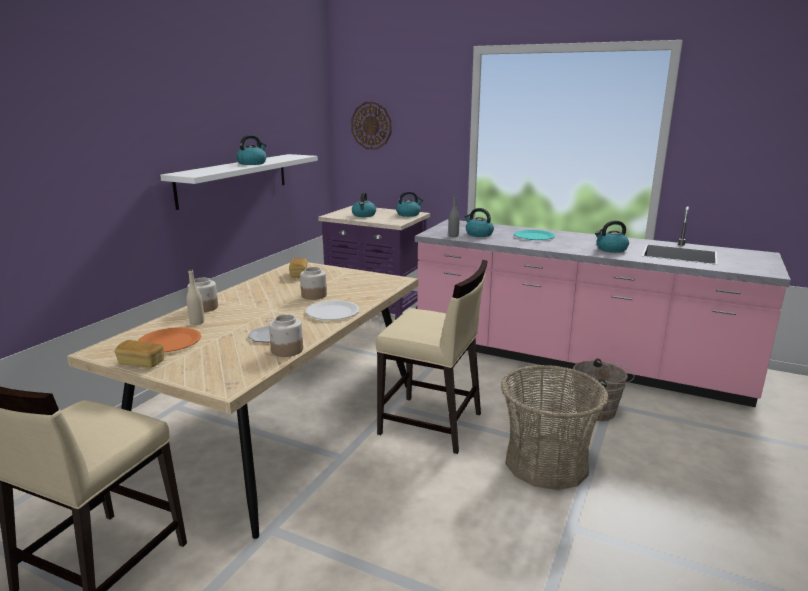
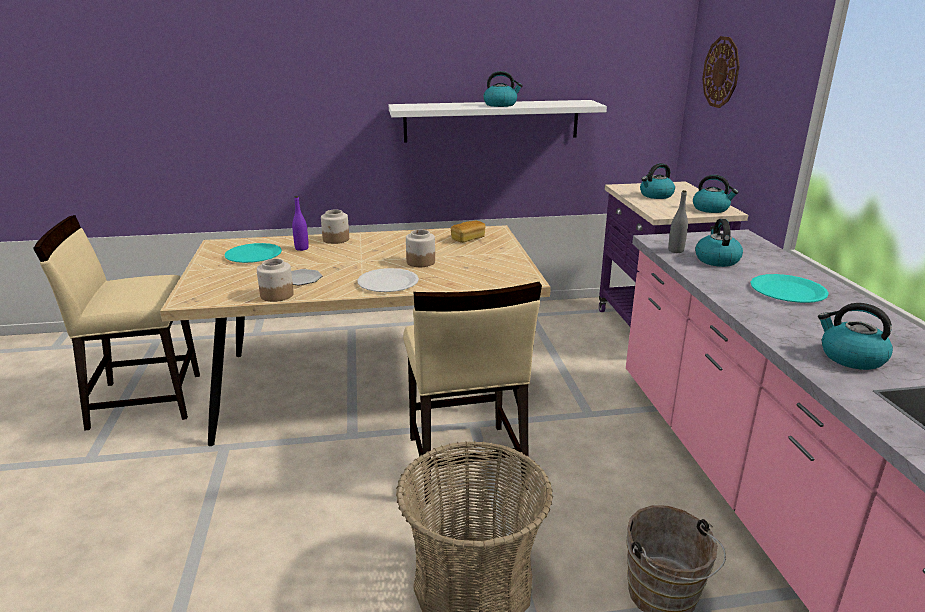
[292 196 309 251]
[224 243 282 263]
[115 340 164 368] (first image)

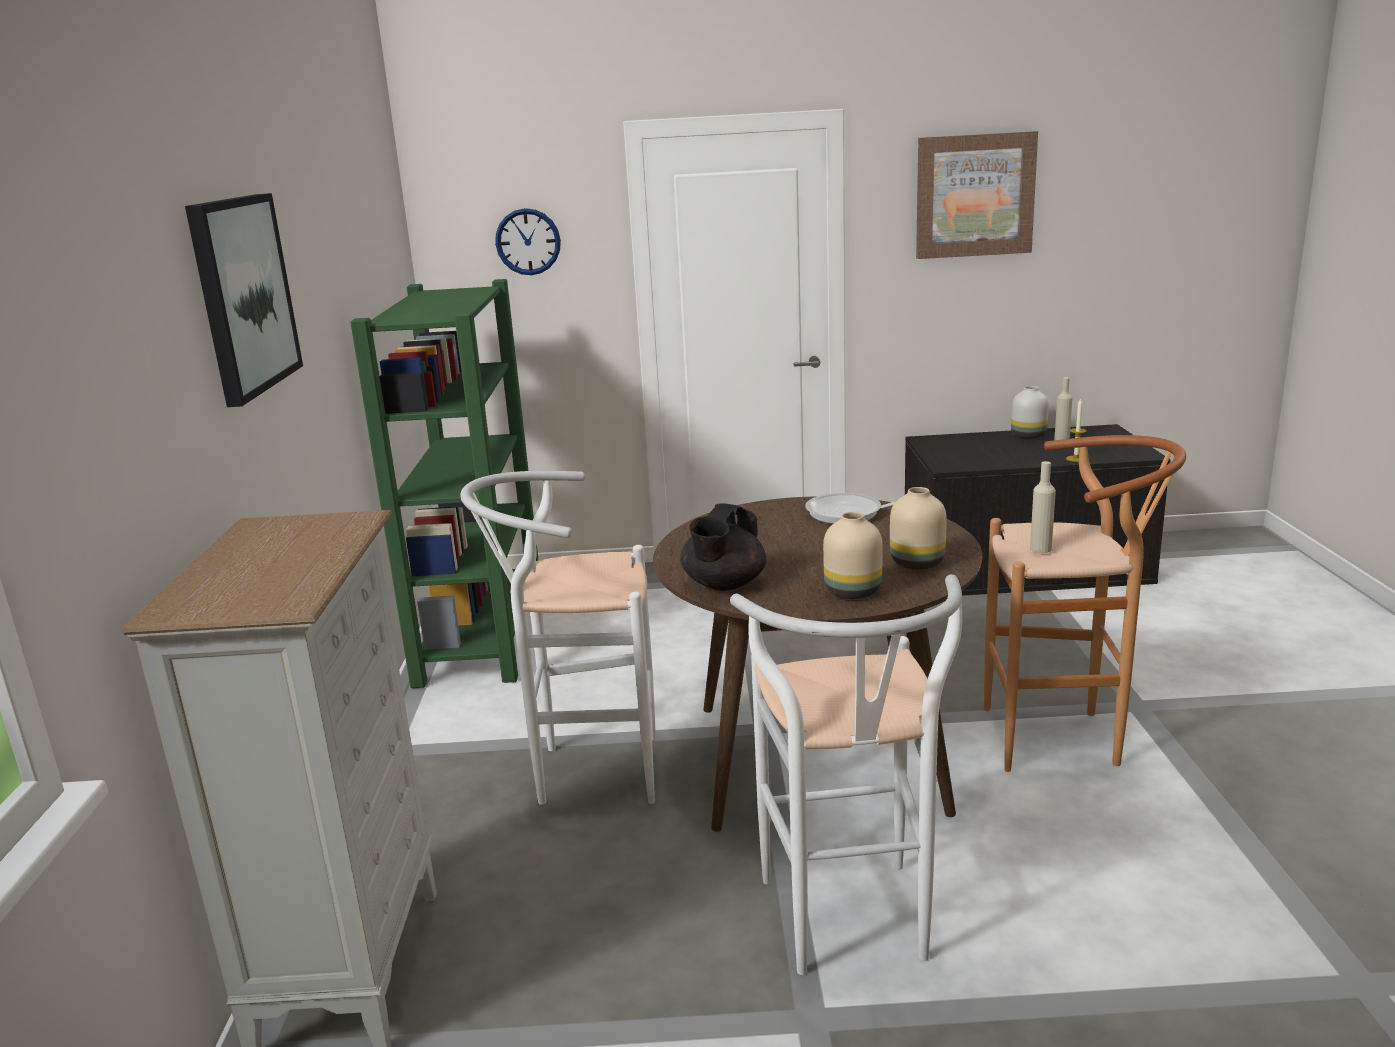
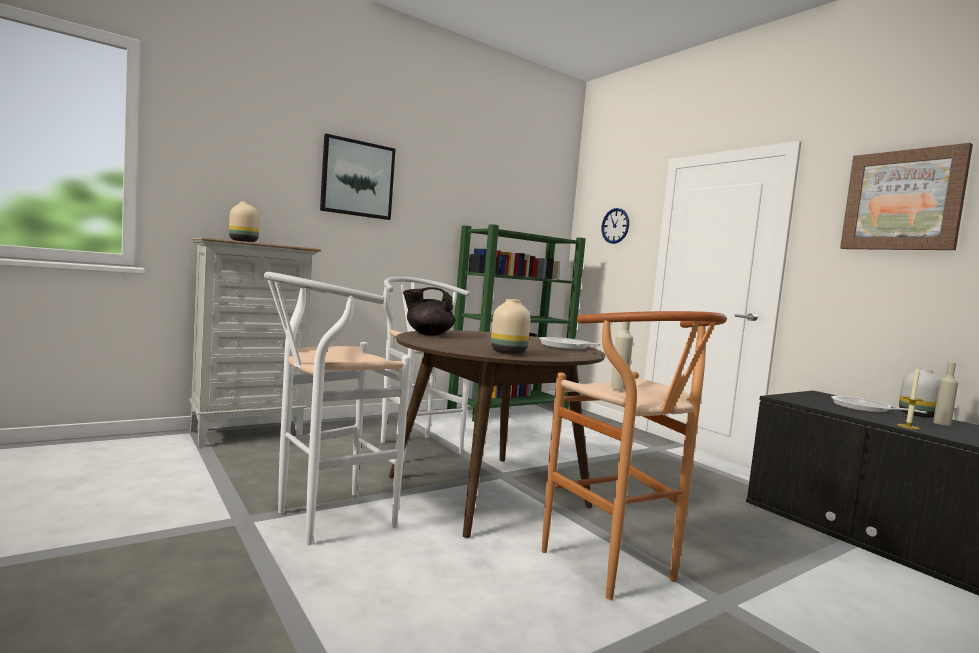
[229 201 260 242]
[831 396 927 413]

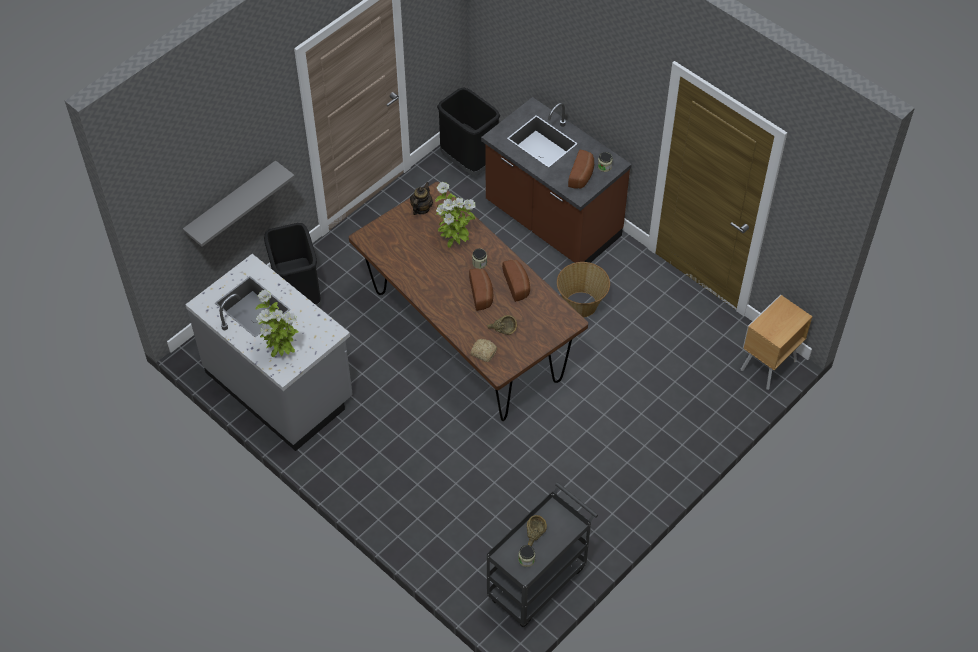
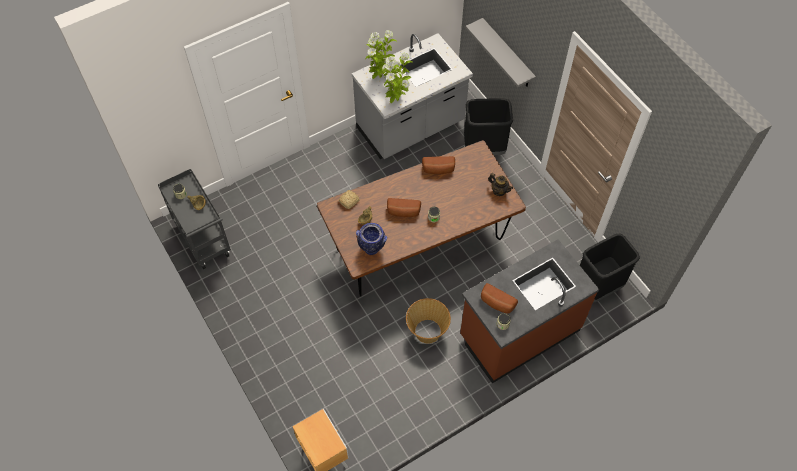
[382 53 412 103]
[422 156 455 174]
[356 223 387 255]

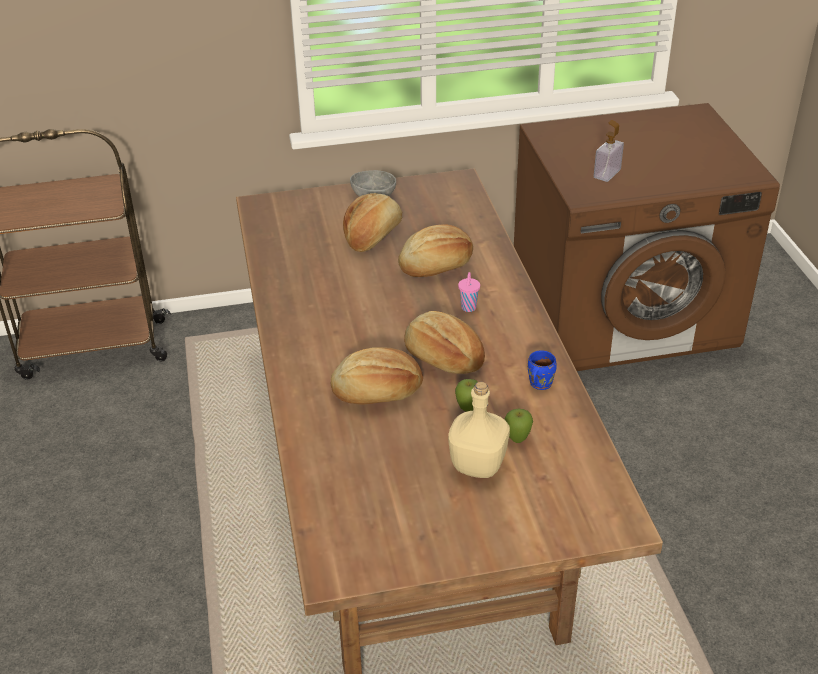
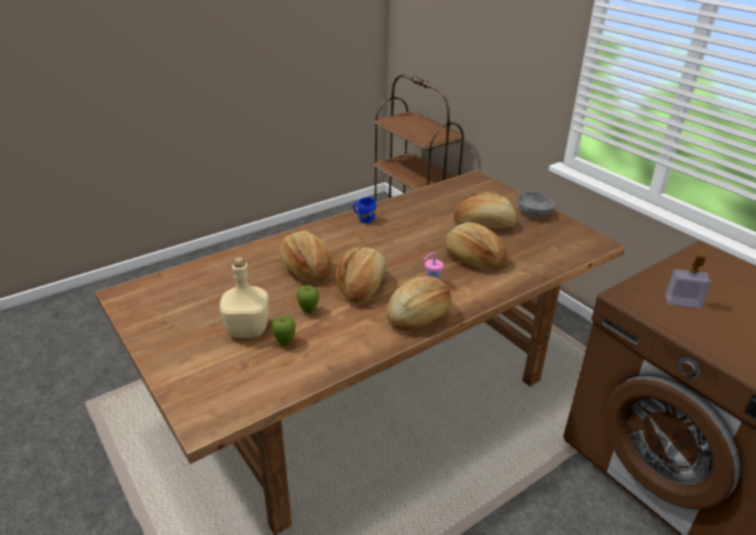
[353 197 376 224]
[386 276 451 331]

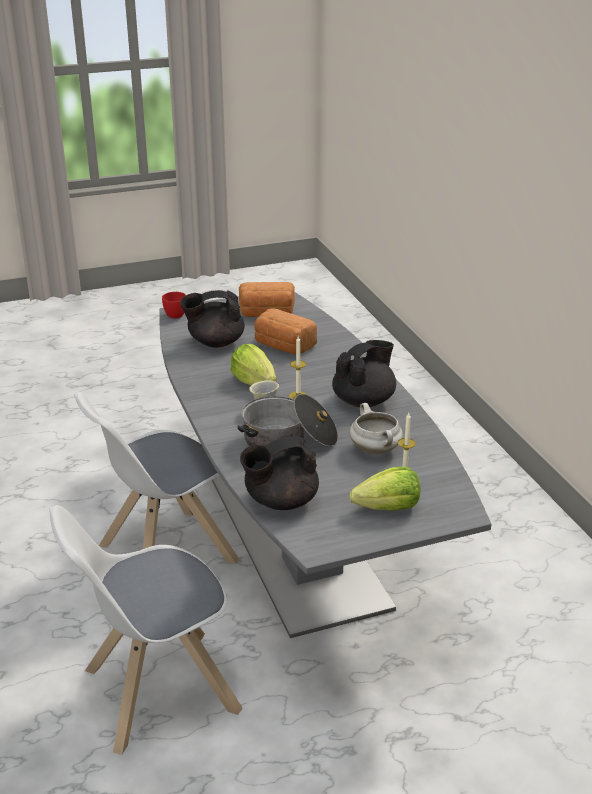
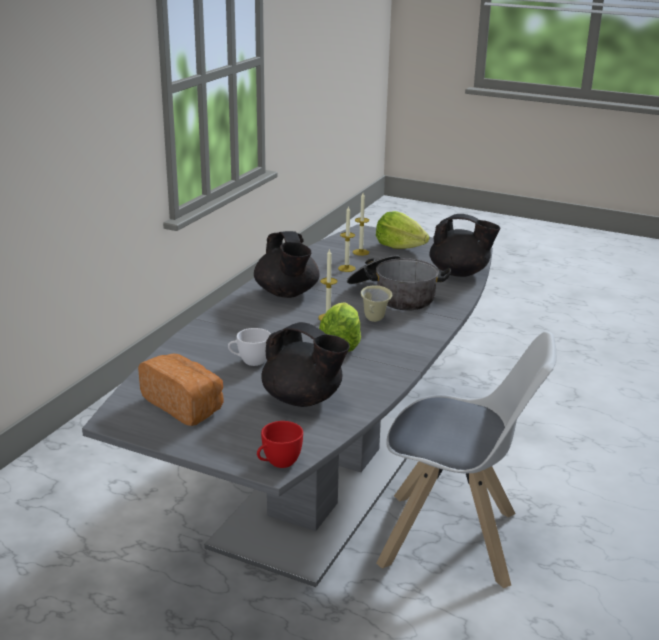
[228 328 271 366]
[254 231 320 298]
[338 206 356 272]
[49 505 243 755] (first image)

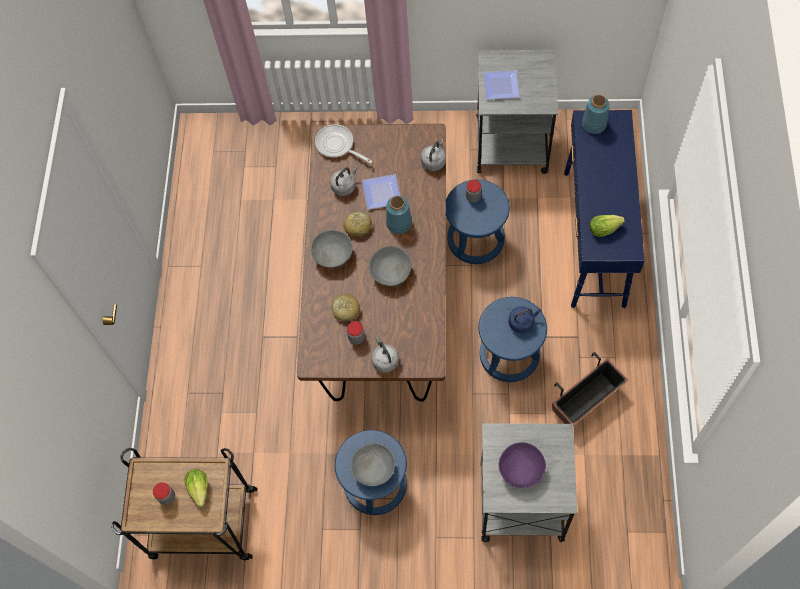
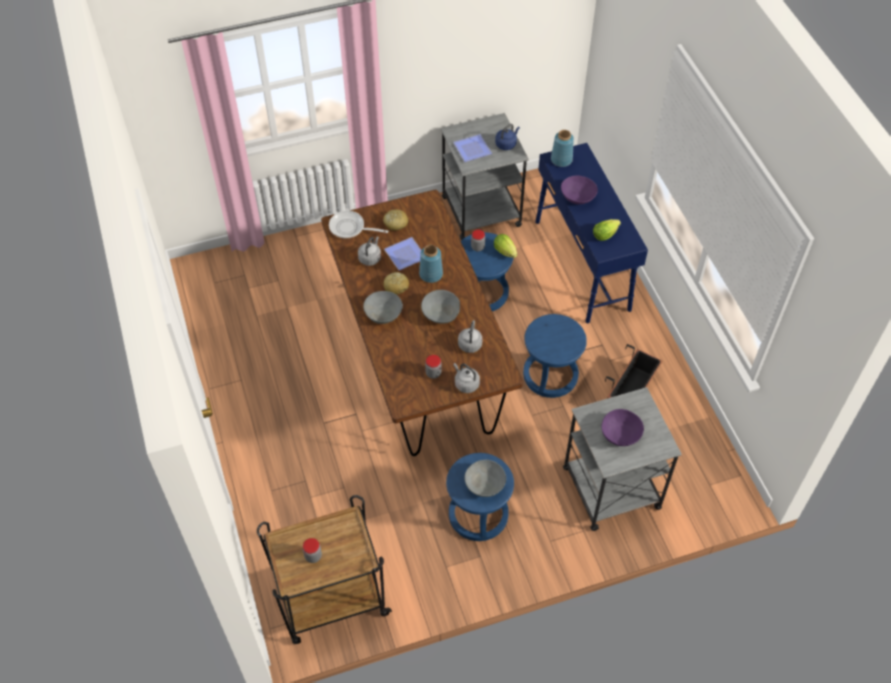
[458 320 482 353]
[383 209 408 231]
[495 124 520 150]
[494 234 517 258]
[561 175 598 204]

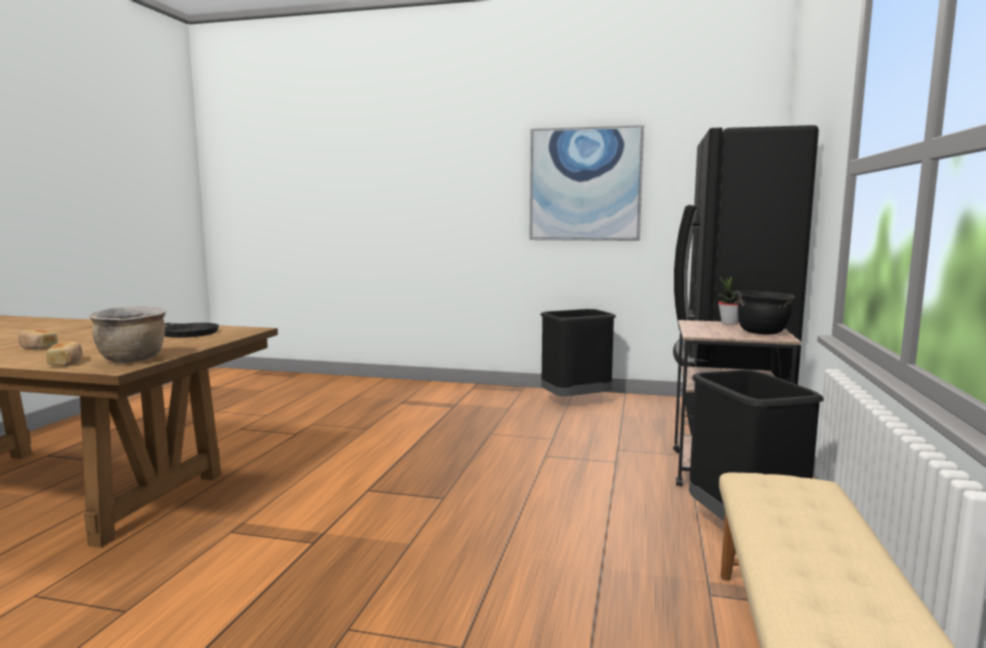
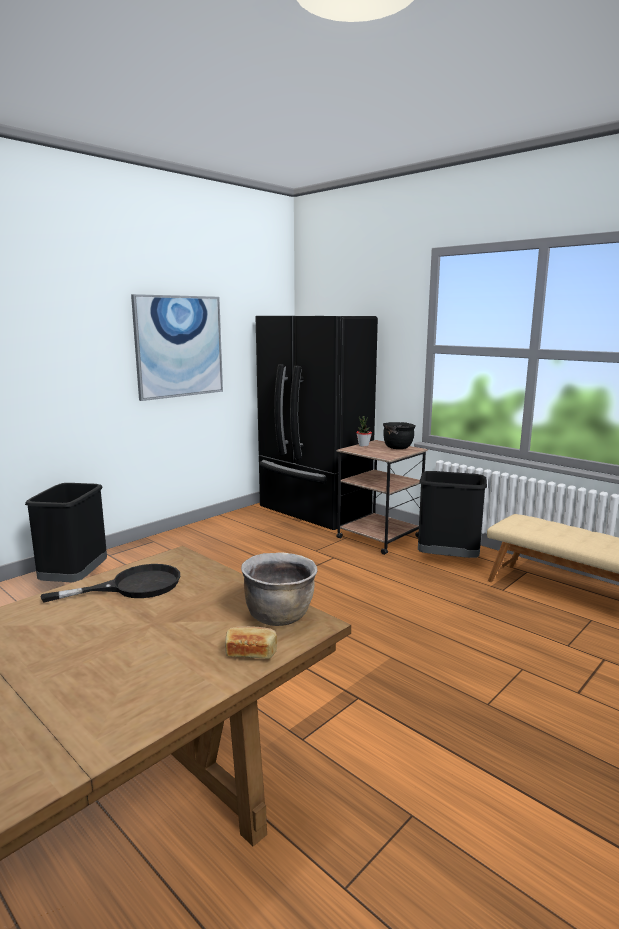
[25 483 107 582]
[18 330 58 349] (first image)

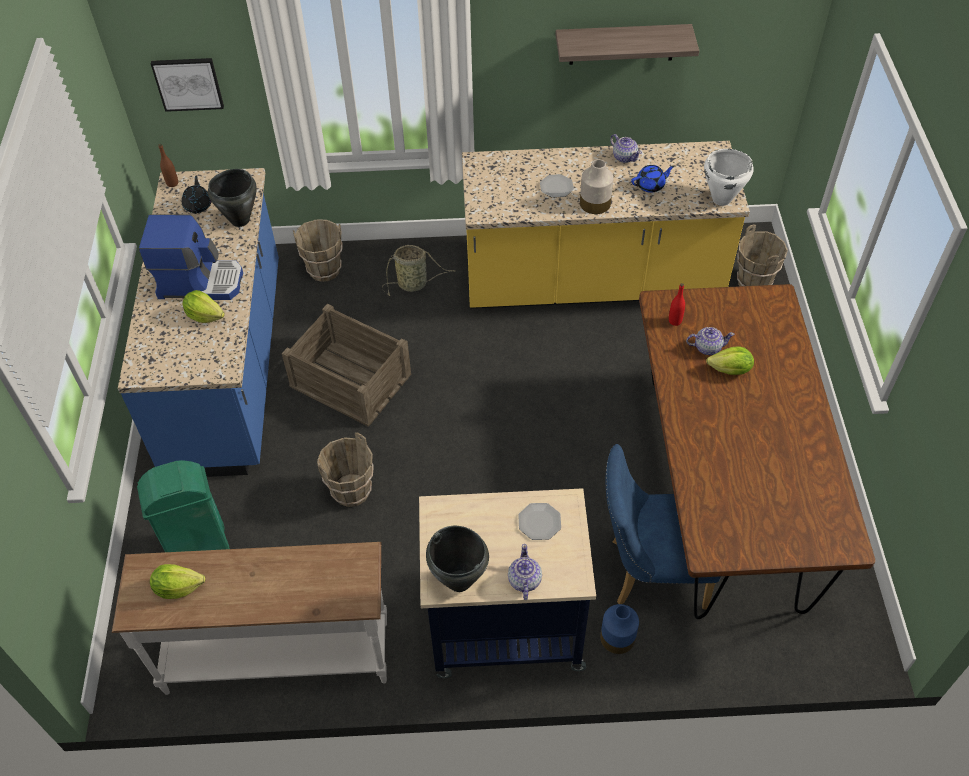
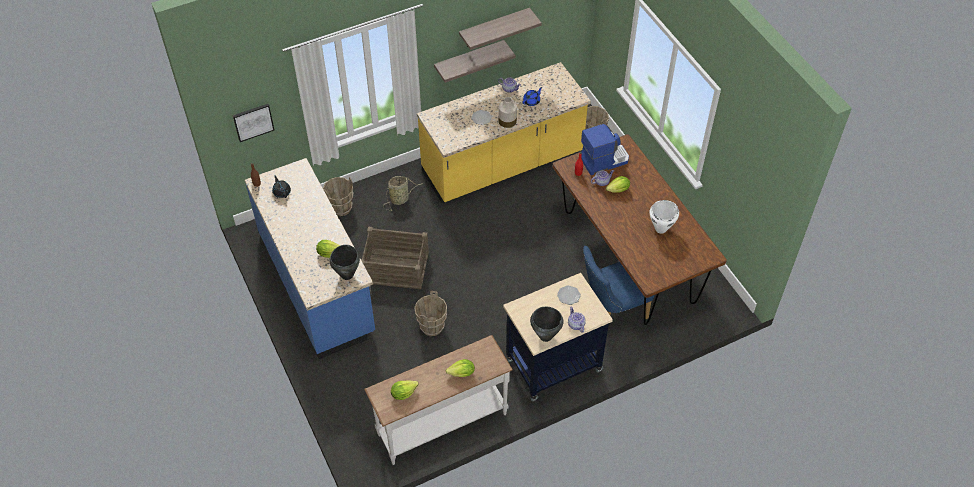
[649 200 679 234]
[329 245 360 280]
[581 124 629 175]
[137 460 230 552] (first image)
[600 604 639 654] (first image)
[434 40 516 83]
[446 359 475 377]

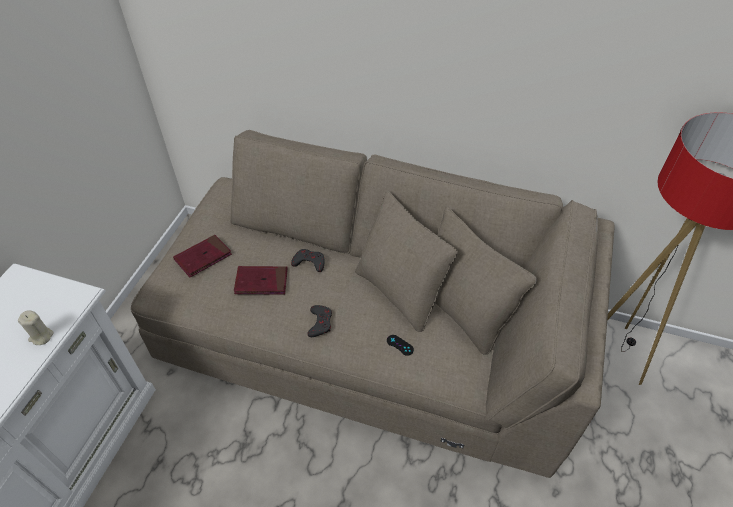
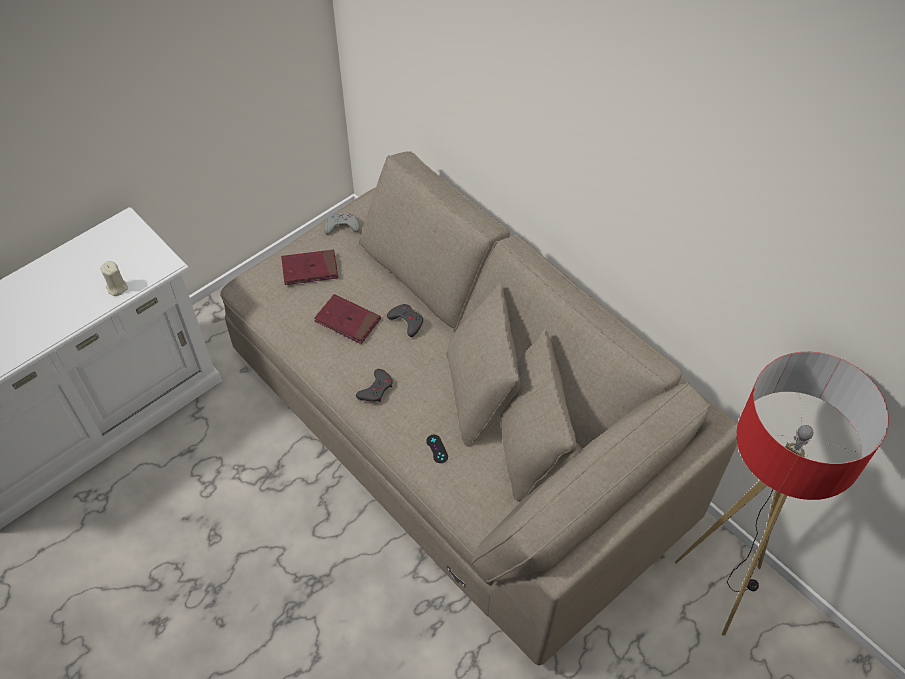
[324 213 360 234]

